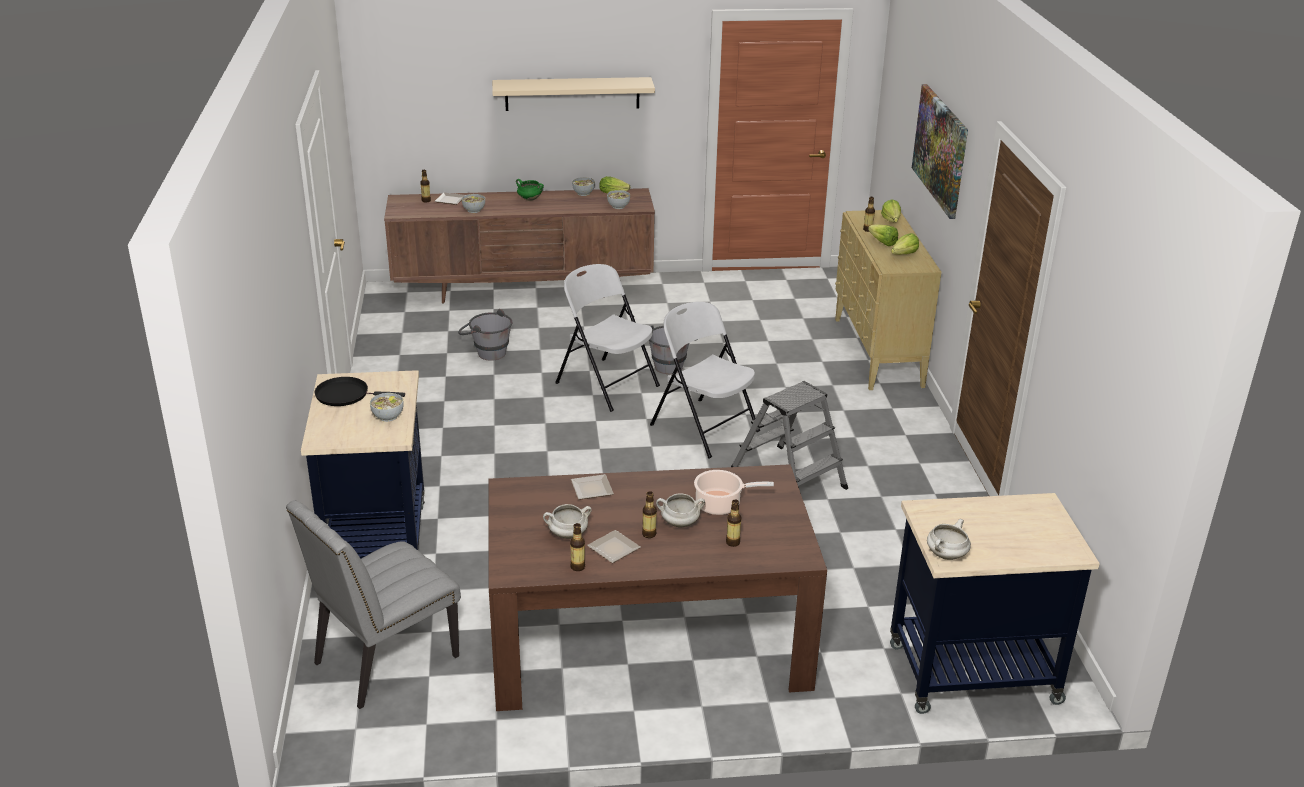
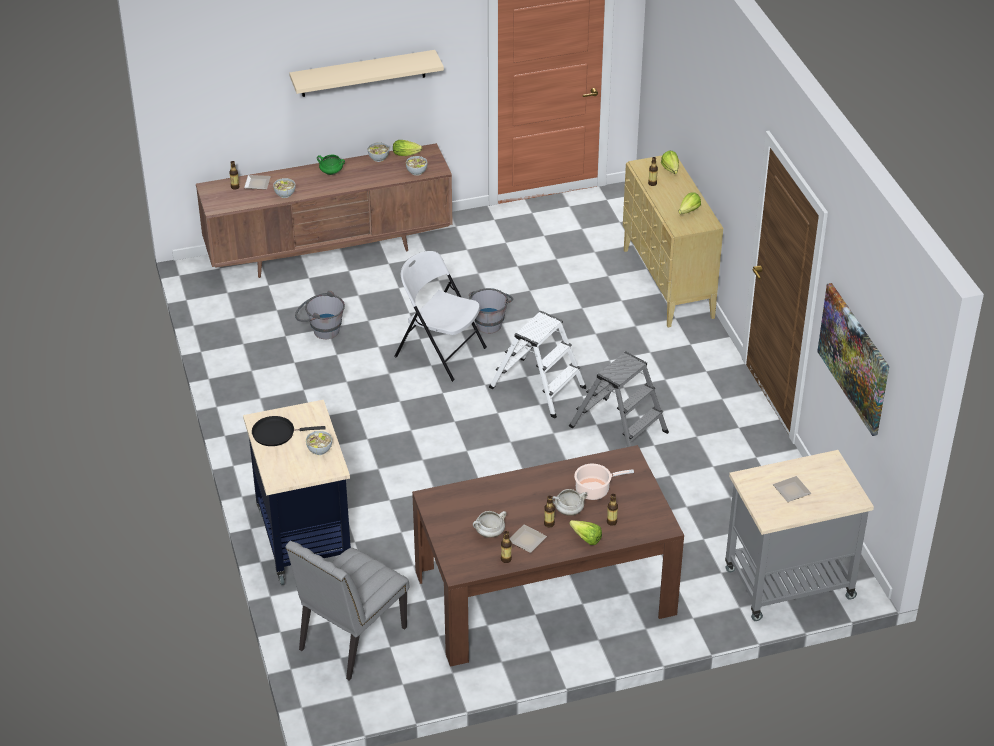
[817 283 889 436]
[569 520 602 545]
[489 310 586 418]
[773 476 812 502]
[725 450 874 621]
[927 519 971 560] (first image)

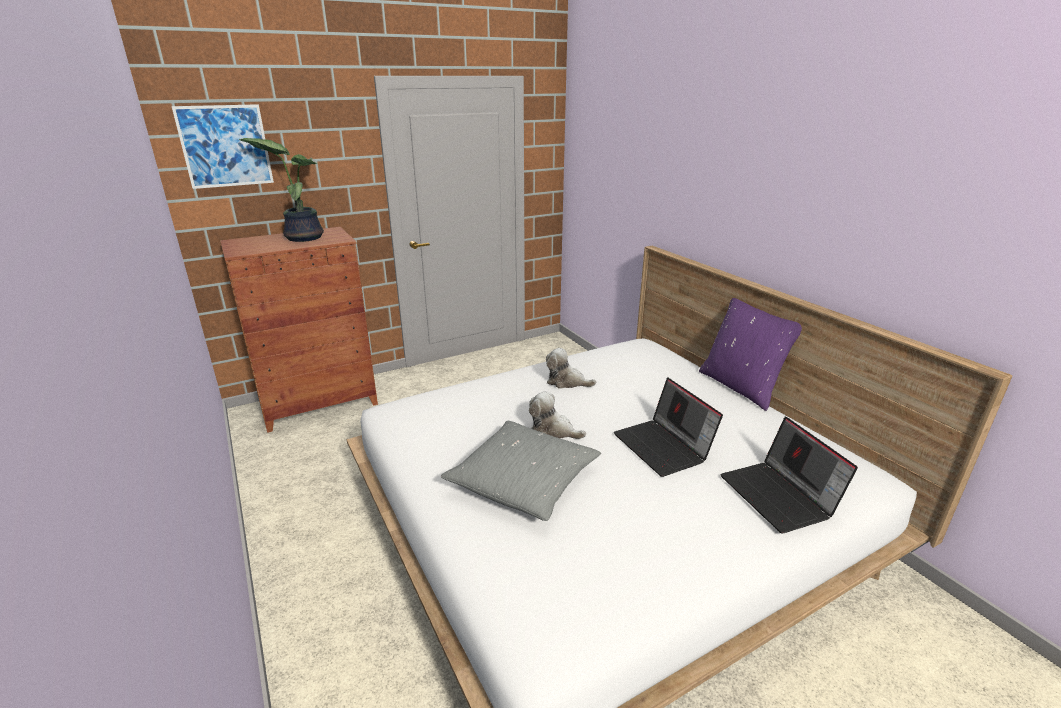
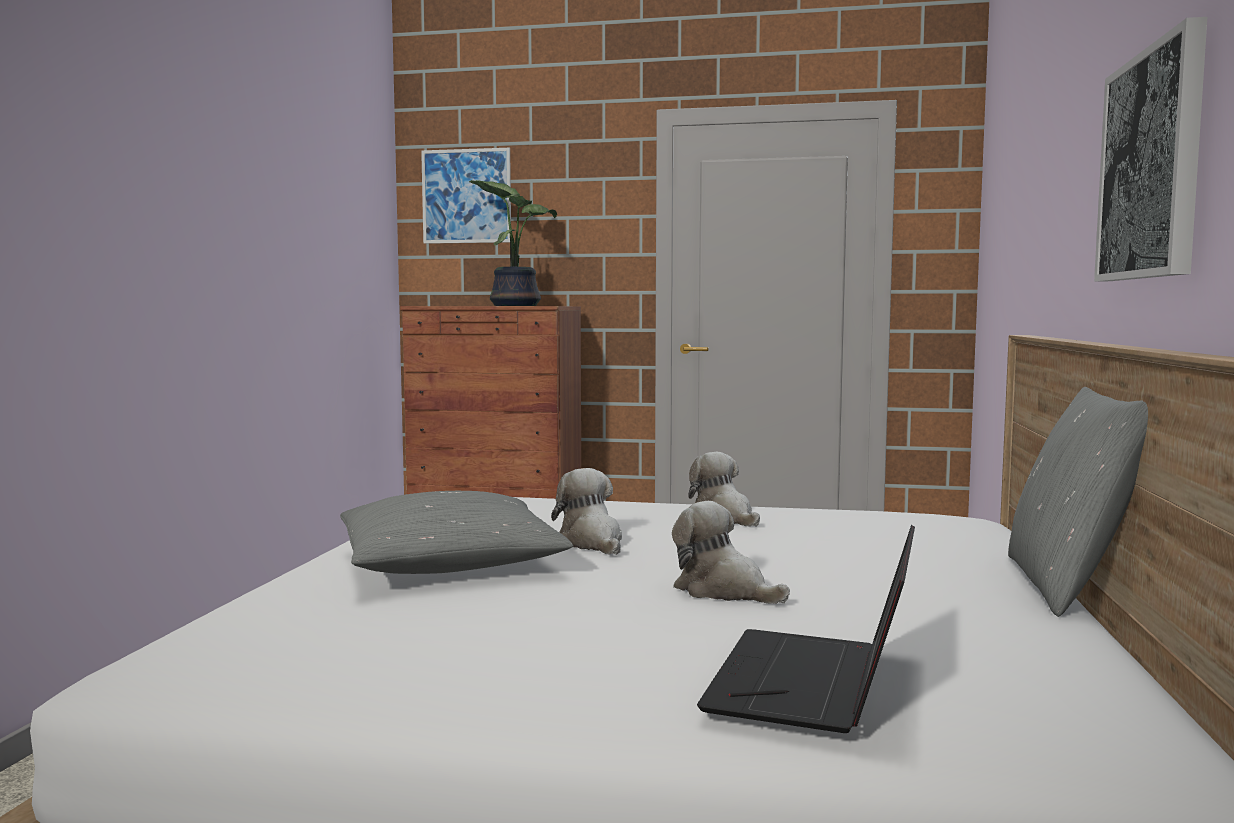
[1008 387 1148 617]
[672 501 790 604]
[1094 17 1207 281]

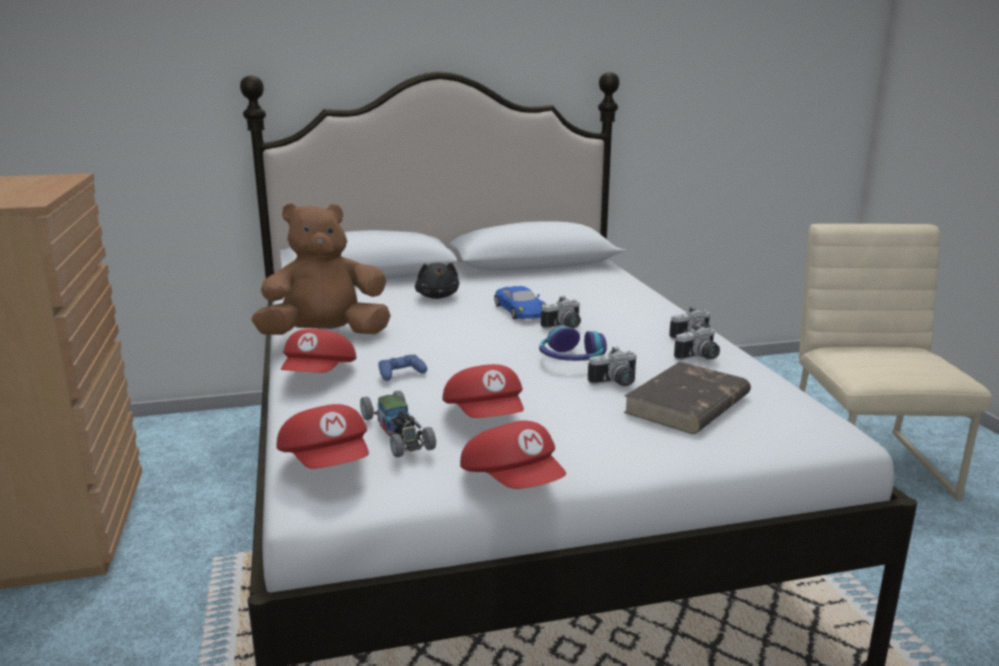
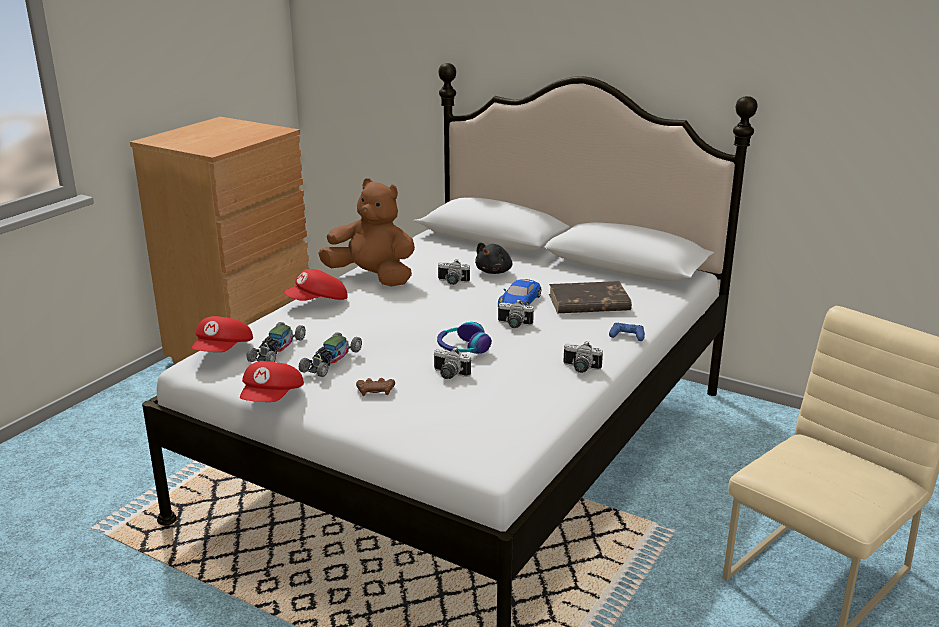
[438 259 470 285]
[609 323 645 341]
[549 281 632 313]
[299 332 362 377]
[356 378 395 396]

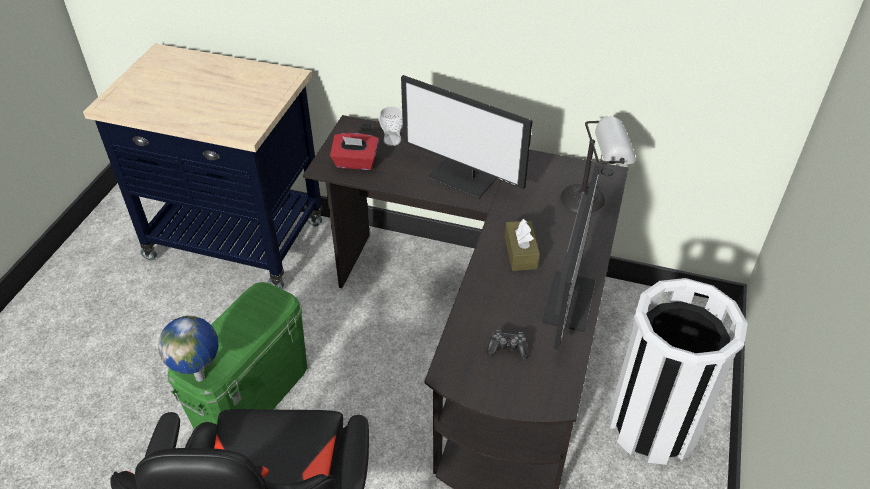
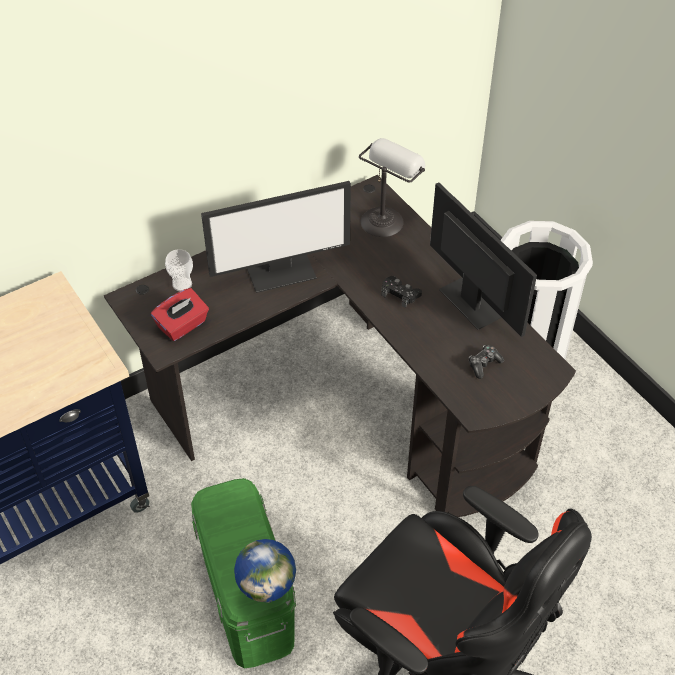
[381 276 422 308]

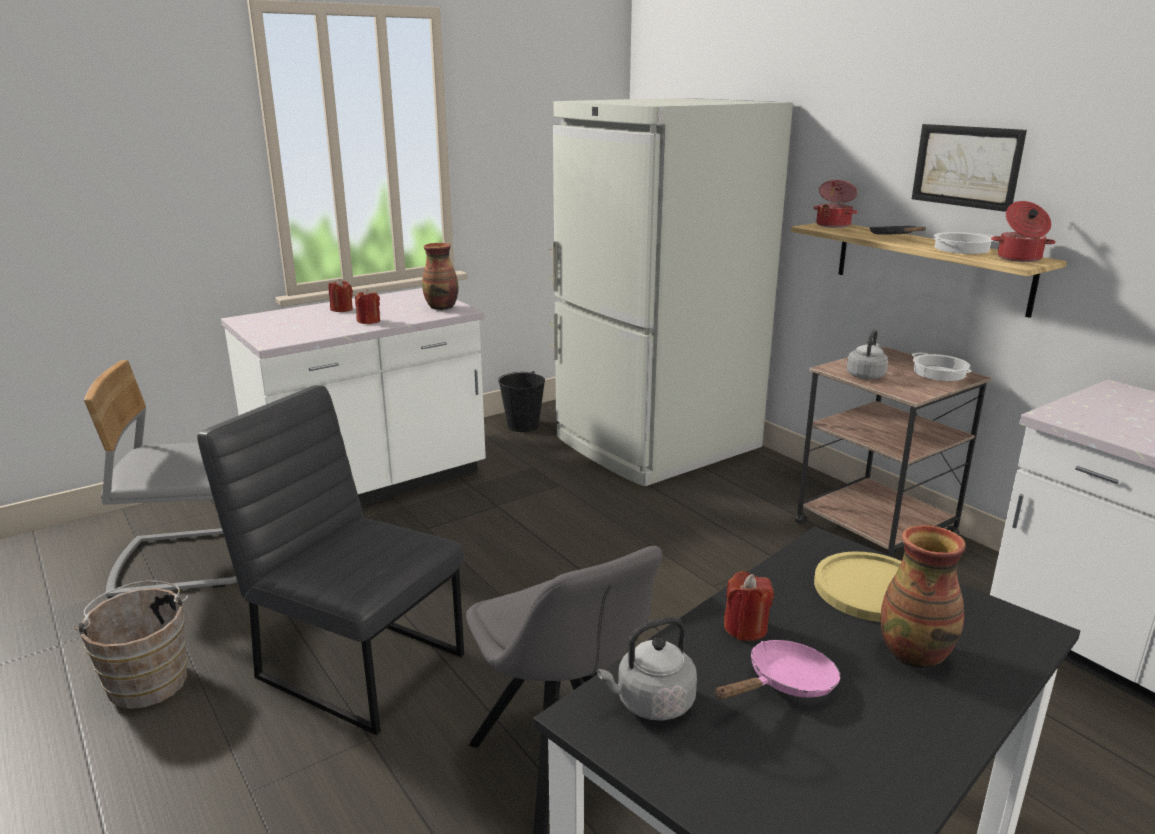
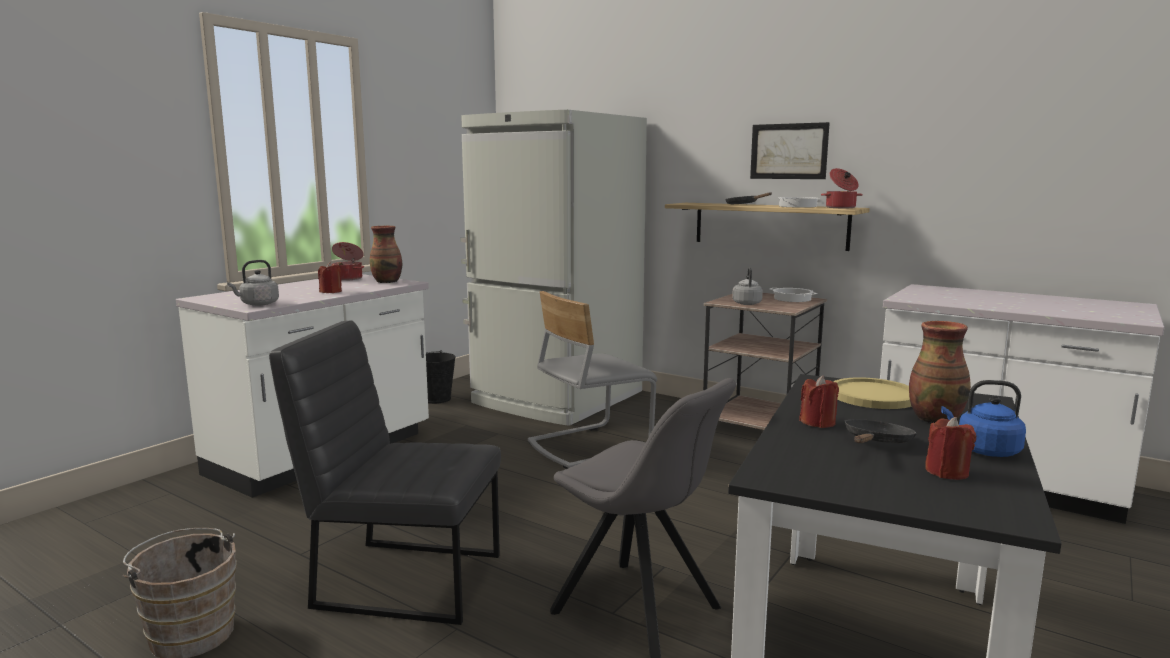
[332 242 364 281]
[925 417 976 480]
[528 291 657 469]
[227 260 279 306]
[845 419 916 443]
[941 380 1026 457]

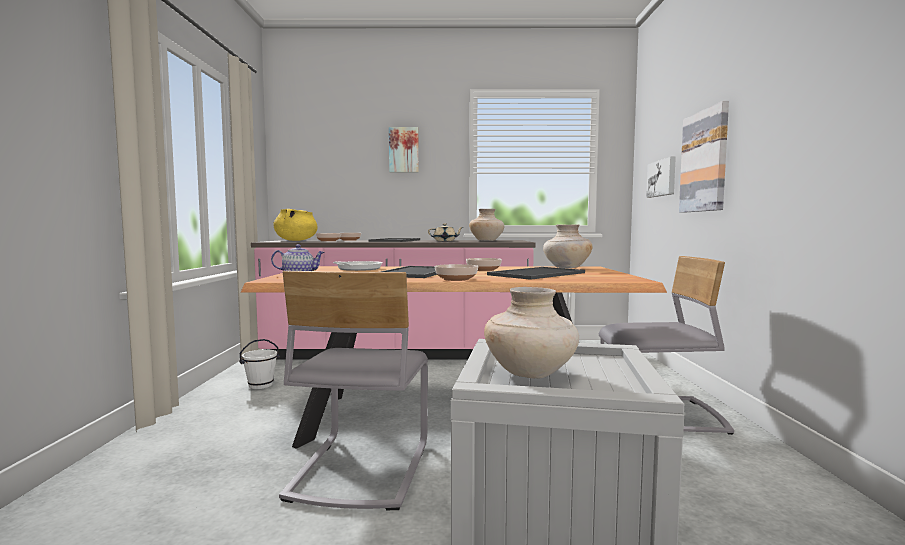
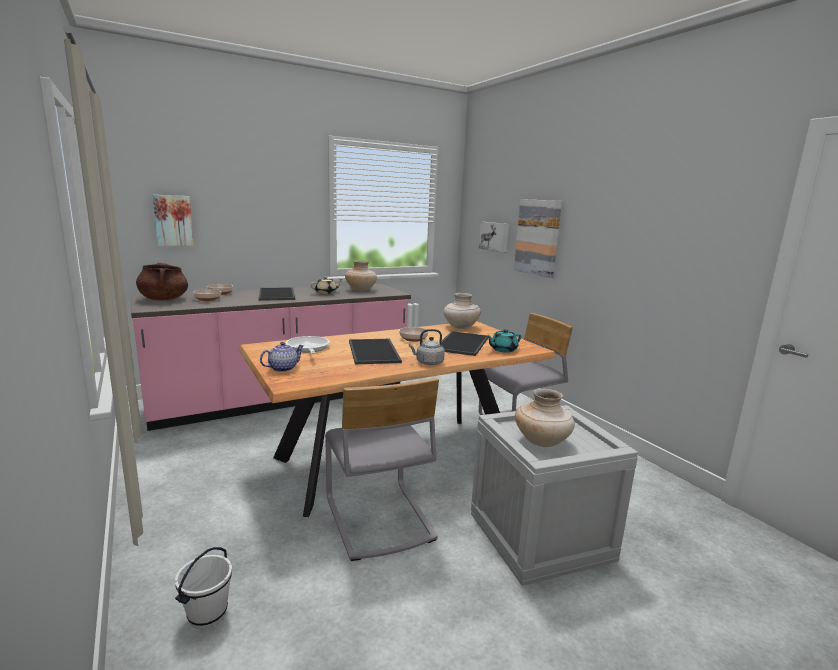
[153 195 193 246]
[136 263 188 300]
[409 329 445 365]
[175 547 232 630]
[487 329 522 353]

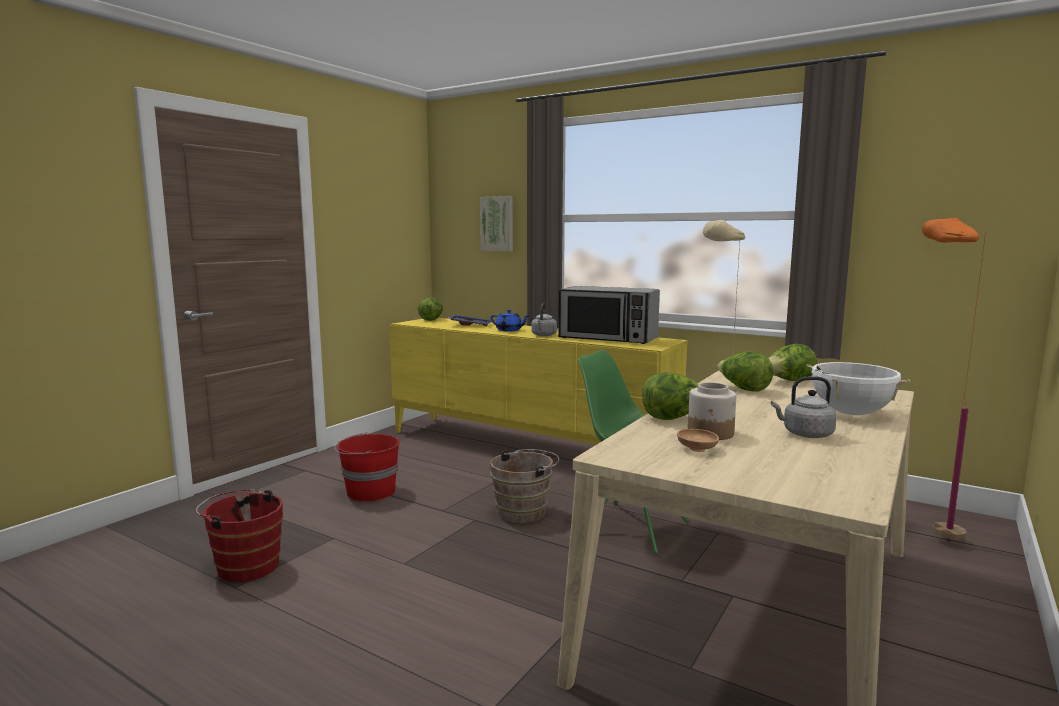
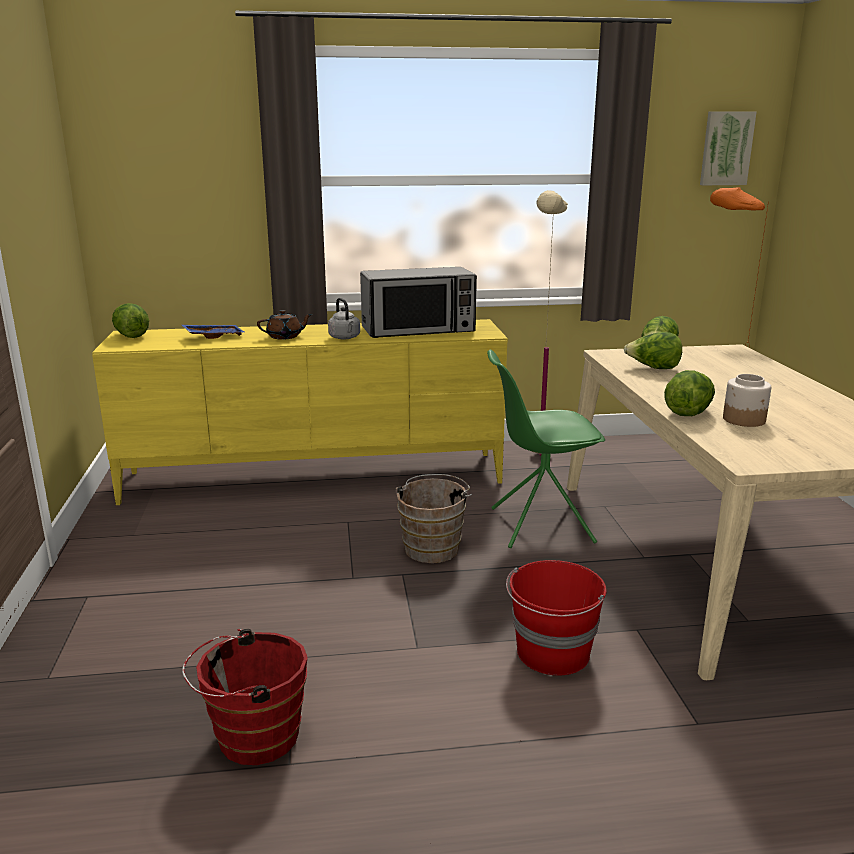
[700 111 757 185]
[257 310 312 340]
[806 362 910 415] (first image)
[771 376 837 438] (first image)
[677 429 719 452] (first image)
[506 560 607 675]

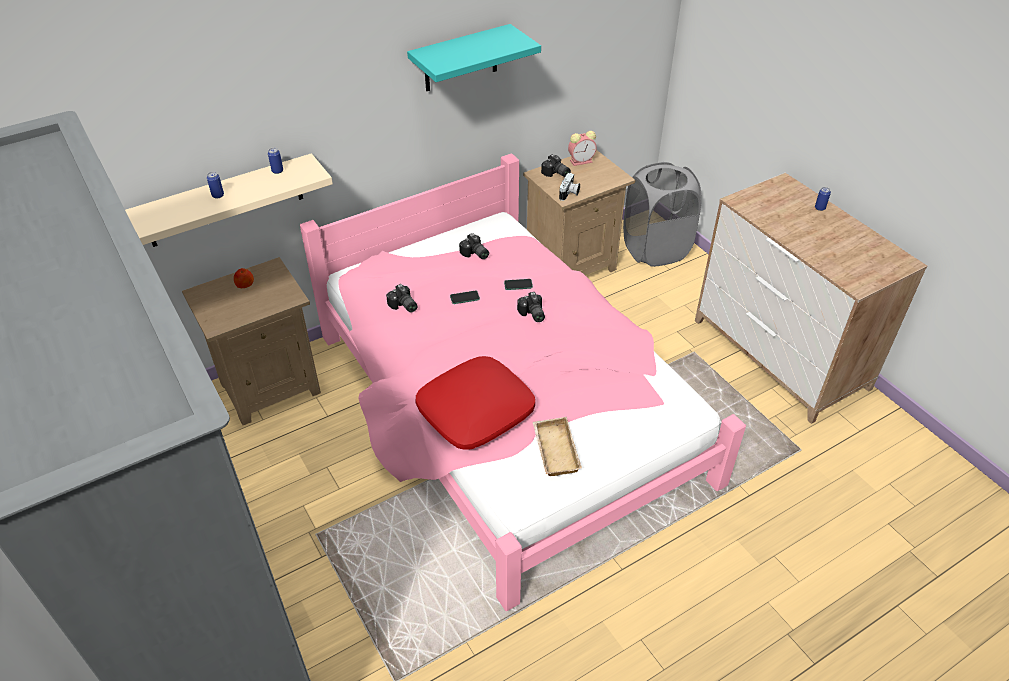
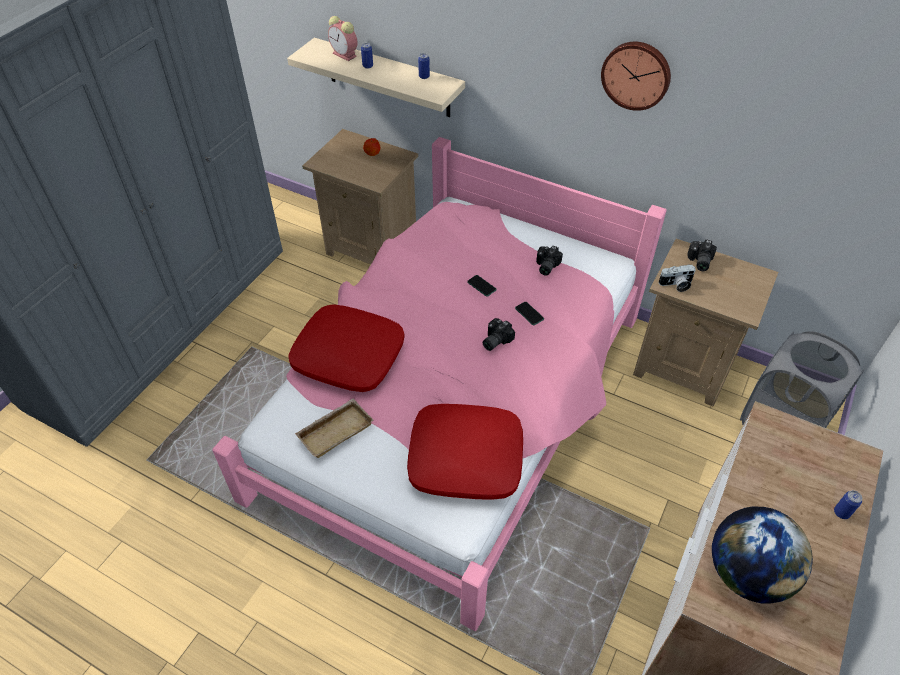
[601 42 671 111]
[328 16 357 61]
[386 284 417 312] (first image)
[407 404 523 500]
[712 507 813 604]

